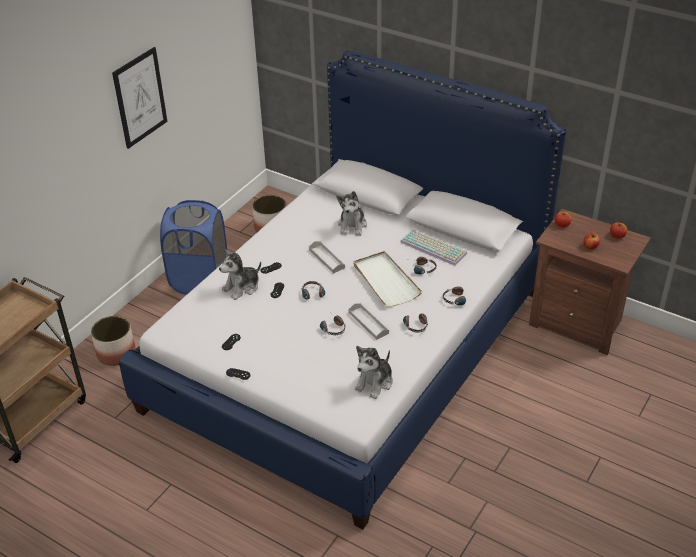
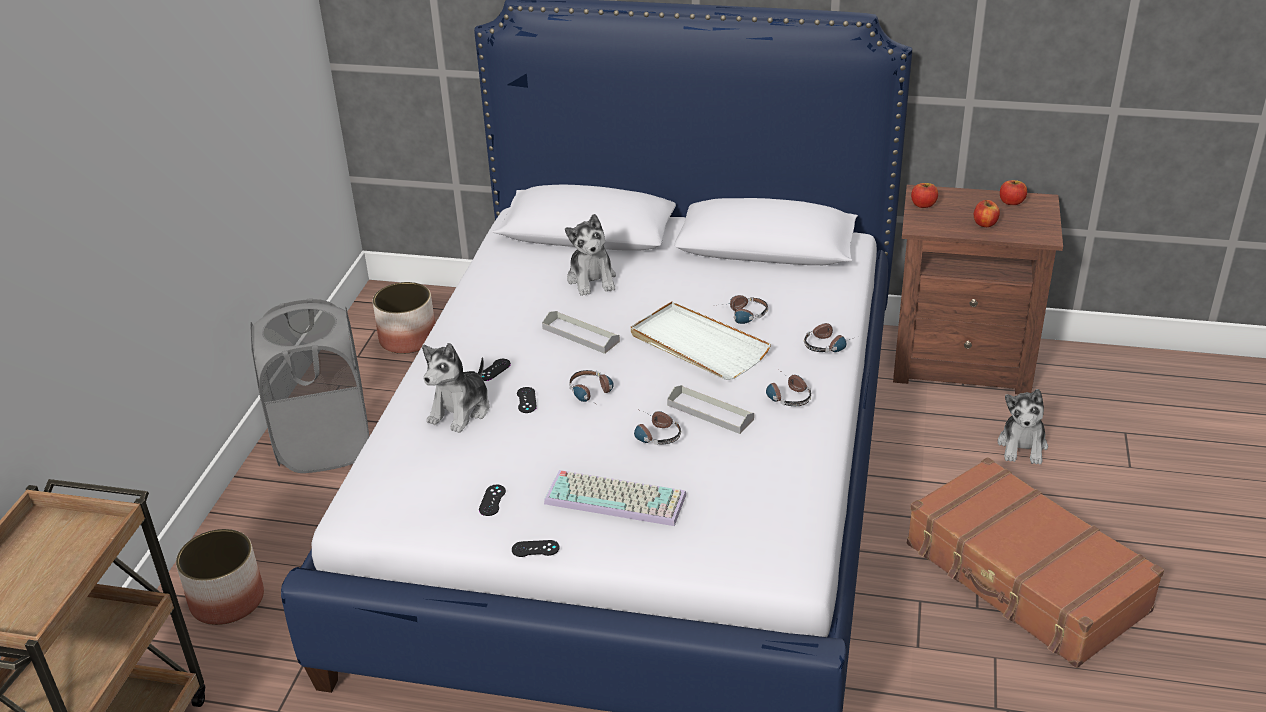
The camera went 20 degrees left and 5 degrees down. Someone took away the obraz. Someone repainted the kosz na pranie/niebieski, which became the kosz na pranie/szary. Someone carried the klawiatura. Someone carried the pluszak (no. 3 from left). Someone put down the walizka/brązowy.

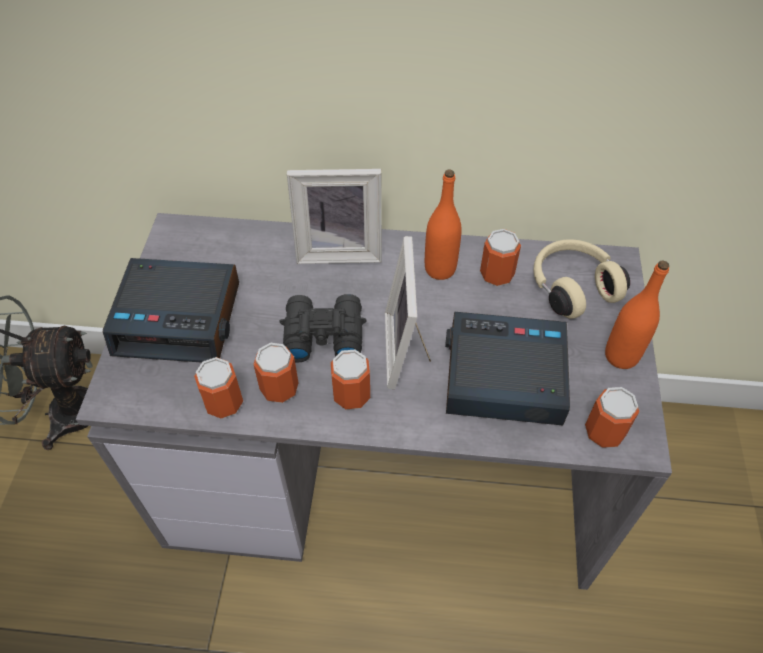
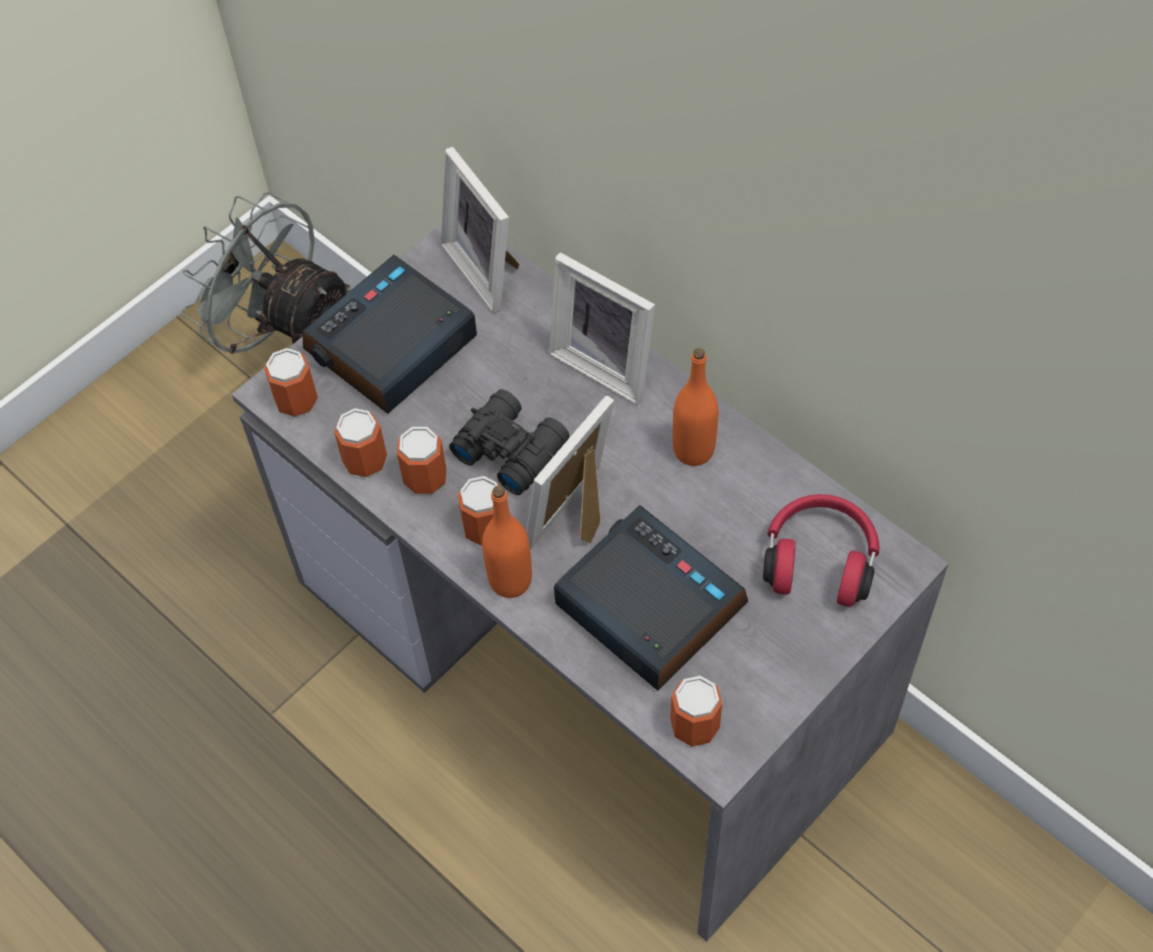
The camera went 40 degrees right and 5 degrees up. Someone carried the puszka (no. 4 from left in the first image). Someone repainted the słuchawki/beżowy, which became the słuchawki/czerwony. Someone rotated the budzik (no. 1 from left) by 90 degrees clockwise. Someone carried the butelka/pomarańczowy (no. 2 from left in the first image). Someone put down the ramka na zdjęcie (no. 1 from left).

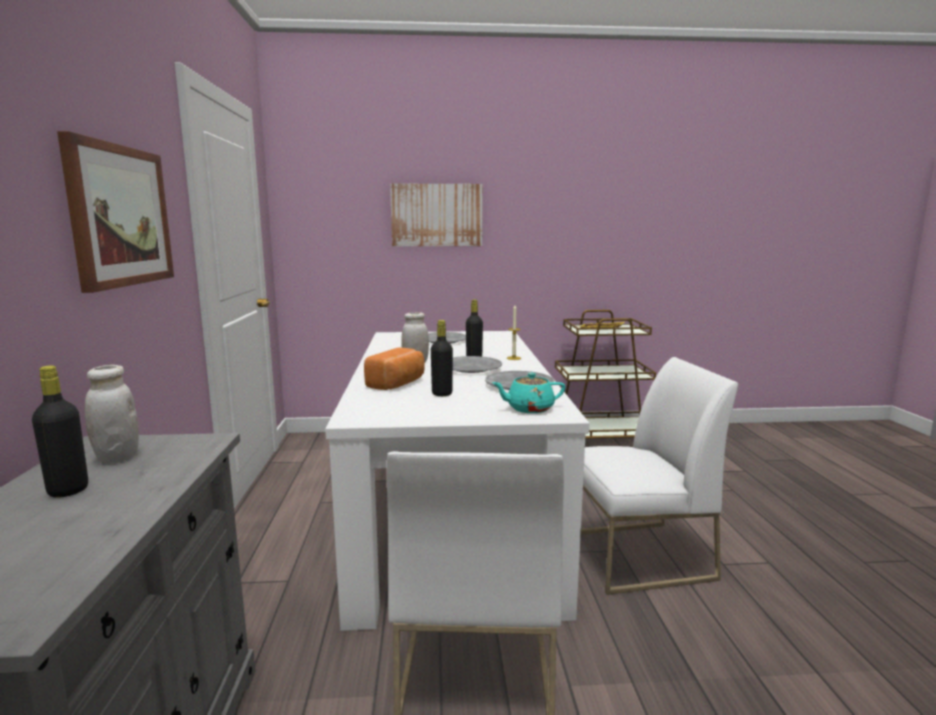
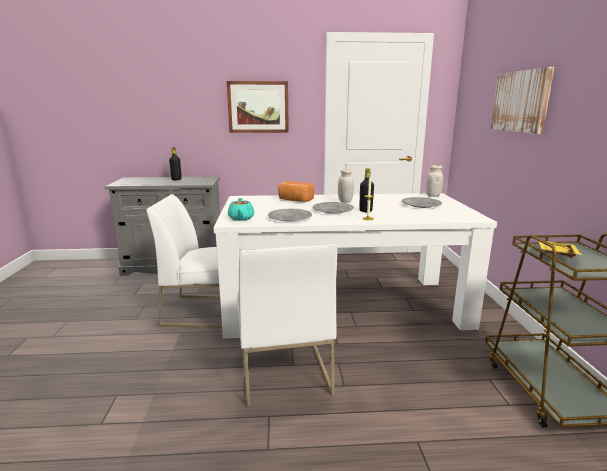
The camera went 90 degrees right and 5 degrees up. Someone took away the butelka/czarny (no. 2 from left). Someone carried the słoik/biały (no. 1 from left in the first image).

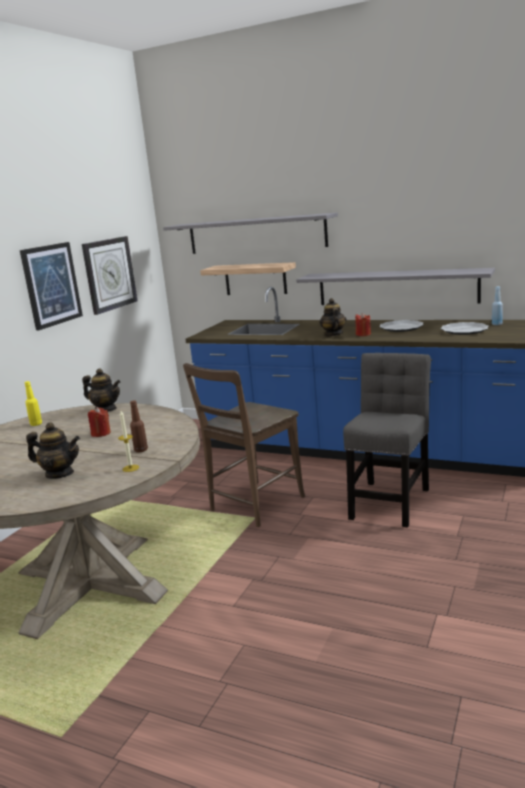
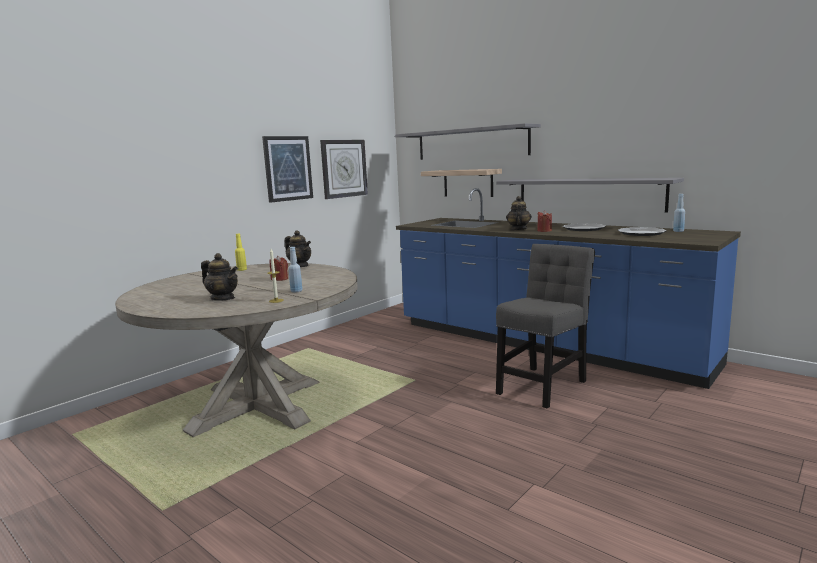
The camera went 15 degrees right and 5 degrees down. Someone took away the krzesło/brązowy. Someone repainted the butelka/brązowy, which became the butelka/niebieski (no. 1 from left).

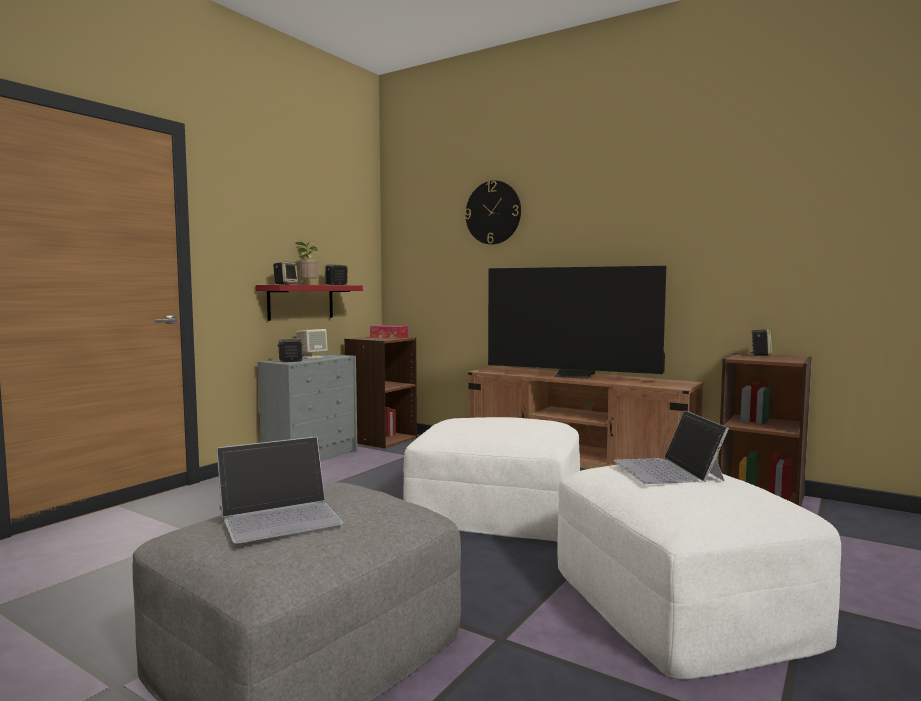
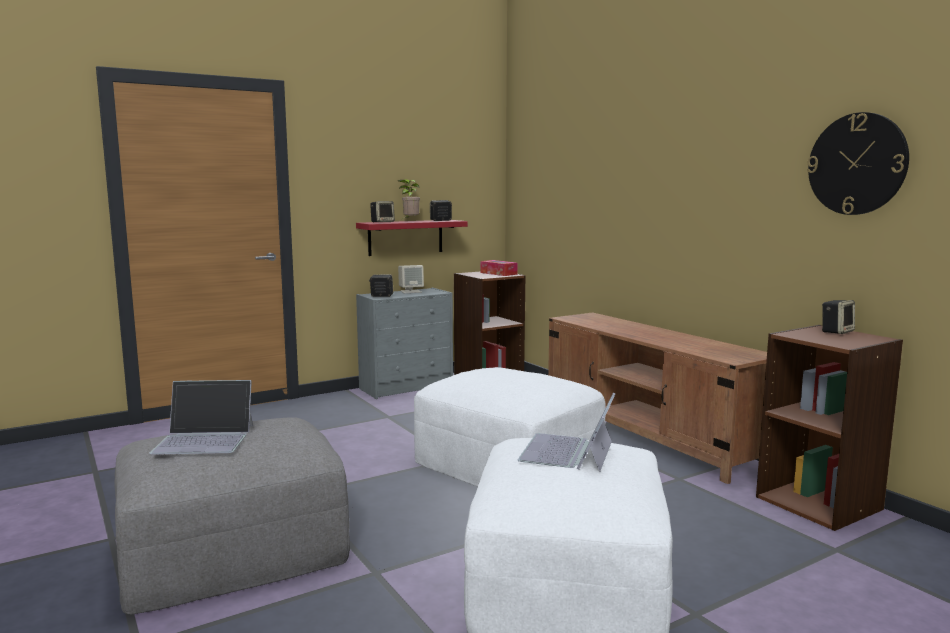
The camera went 25 degrees right and 5 degrees up. Someone carried the zegar ścienny. Someone took away the telewizor.

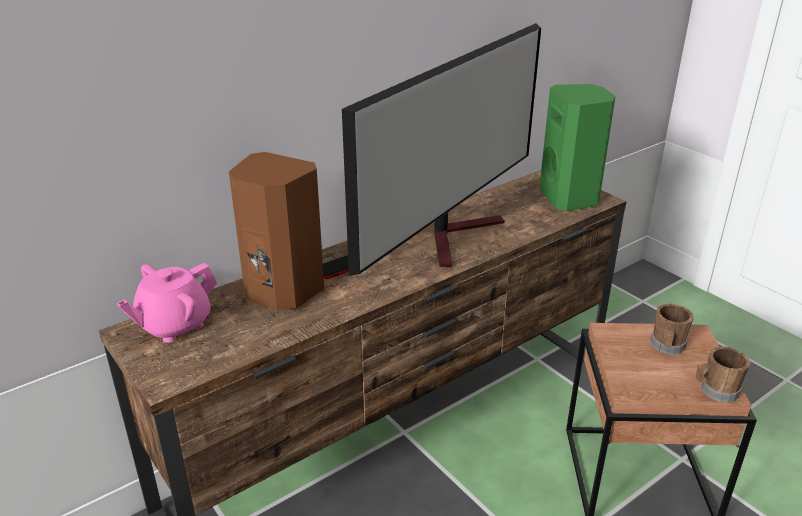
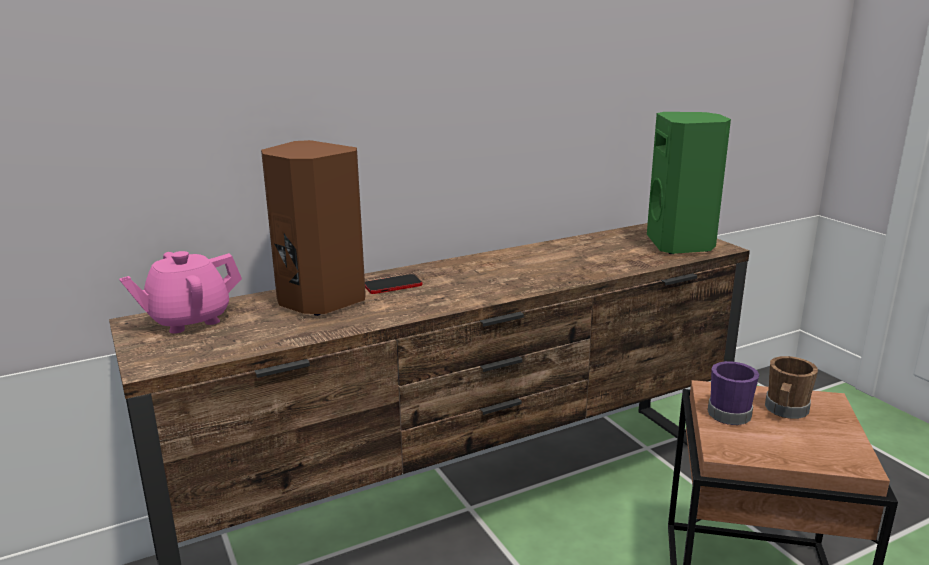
The camera went 10 degrees right and 10 degrees down. Someone took away the telewizor. Someone took away the kubek/brązowy (no. 2 from left). Someone put down the kubek/fioletowy.

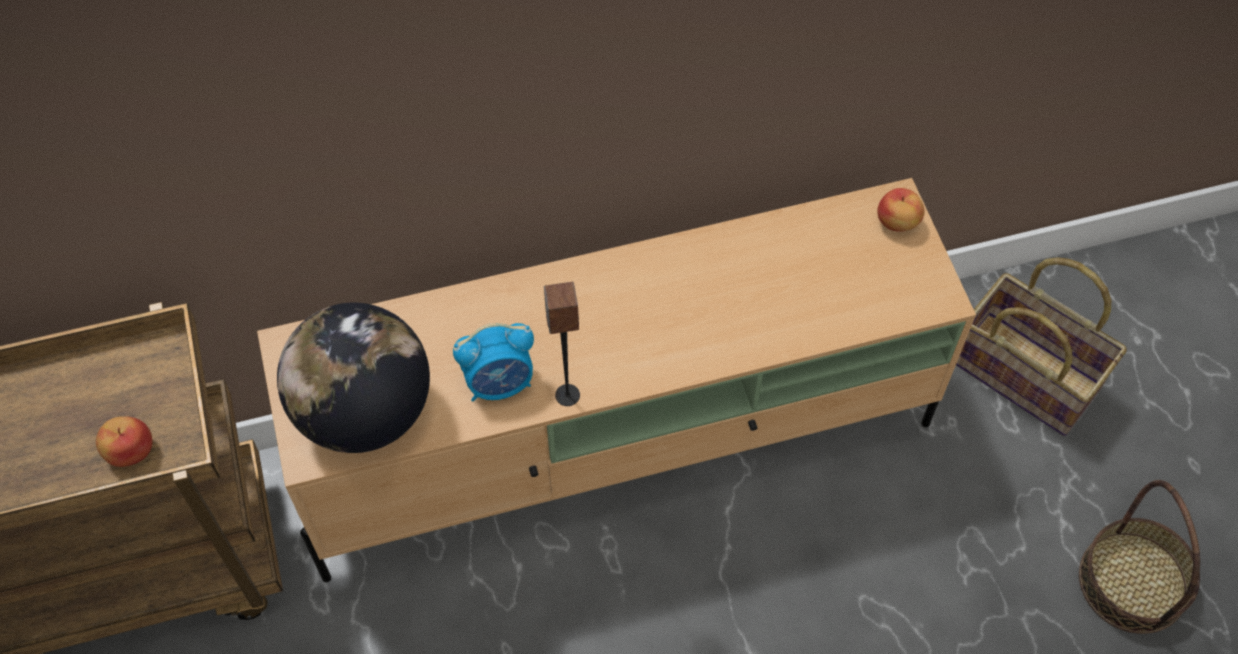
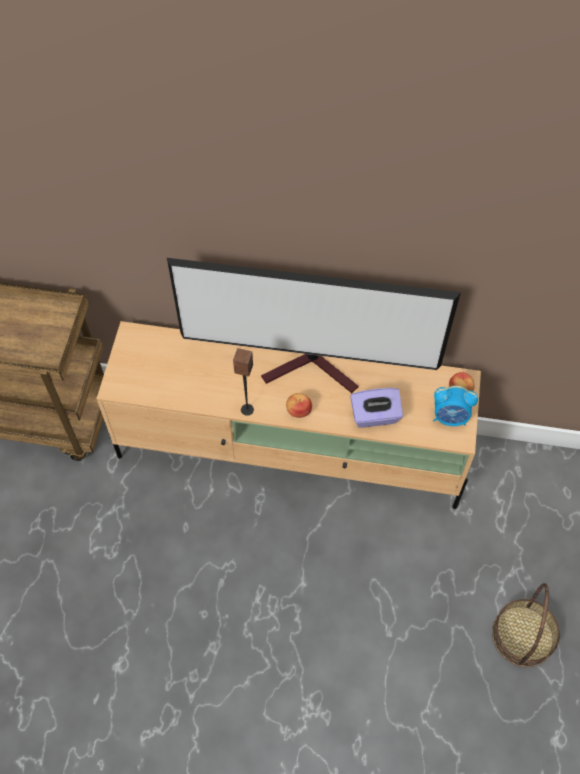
The camera went 25 degrees right and 0 degrees up. Someone took away the koszyk (no. 1 from left). Someone took away the globus. Someone carried the budzik. Someone carried the jabłko (no. 1 from left). Someone put down the telewizor. Someone put down the pudełko chusteczek/fioletowy.

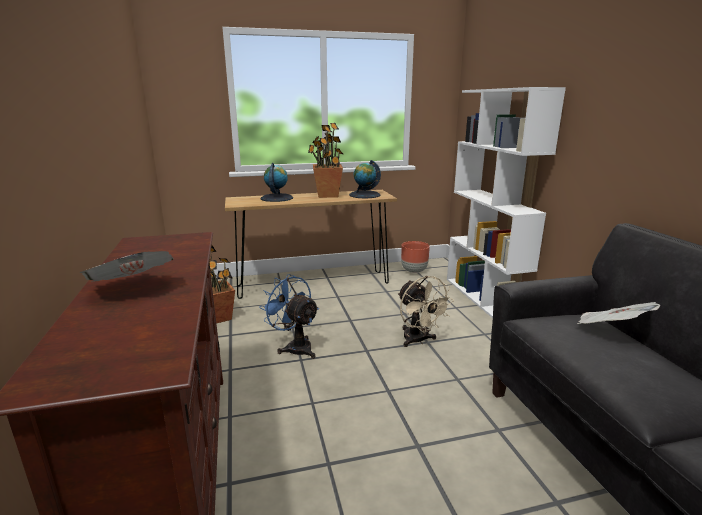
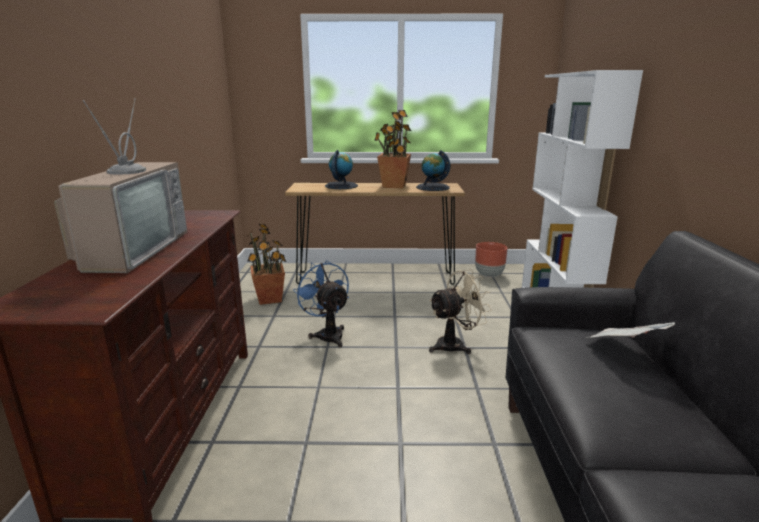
The camera went 15 degrees right and 0 degrees up. Someone swapped the gazeta (no. 1 from left) for the telewizor. Someone rotated the wentylator/beżowy by 105 degrees counterclockwise.

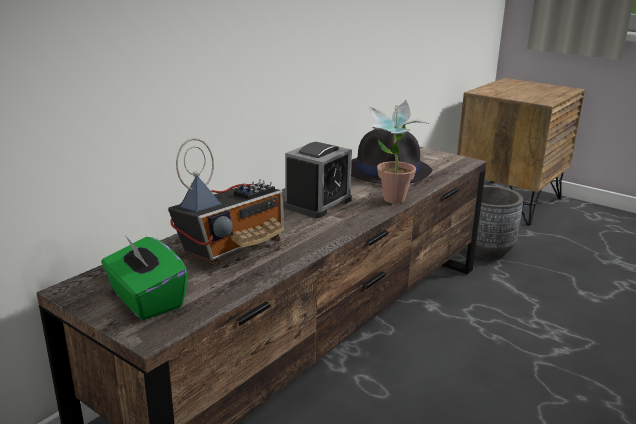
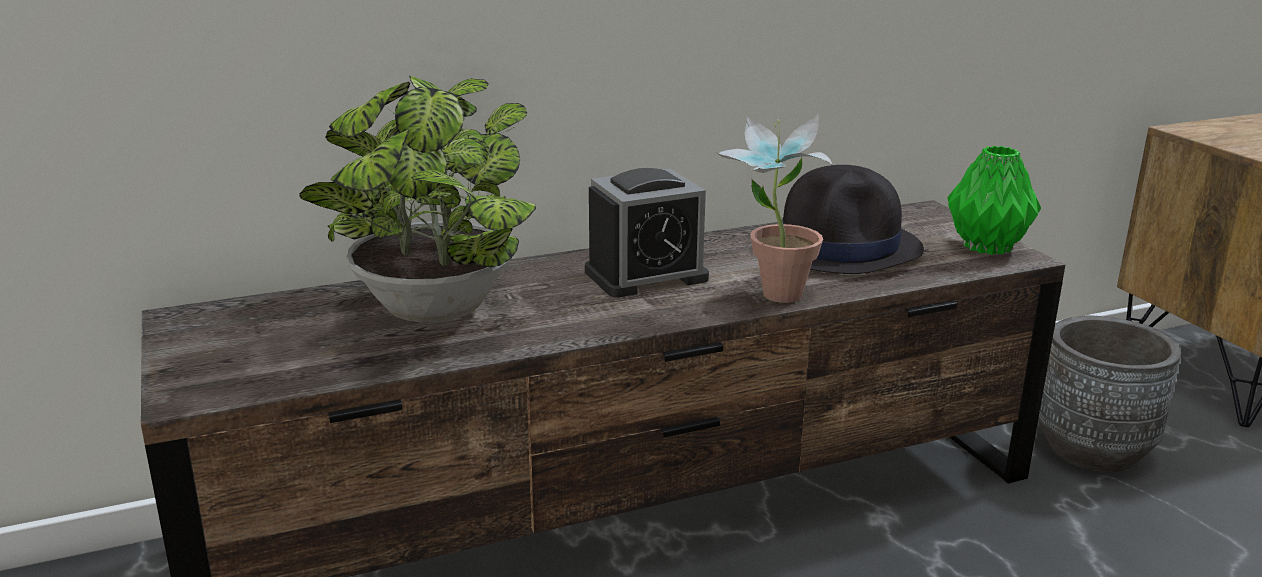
The camera went 30 degrees right and 0 degrees up. Someone swapped the radio for the roślina doniczkowa (no. 1 from left). Someone took away the pudełko chusteczek/zielony. Someone put down the wazon/zielony.

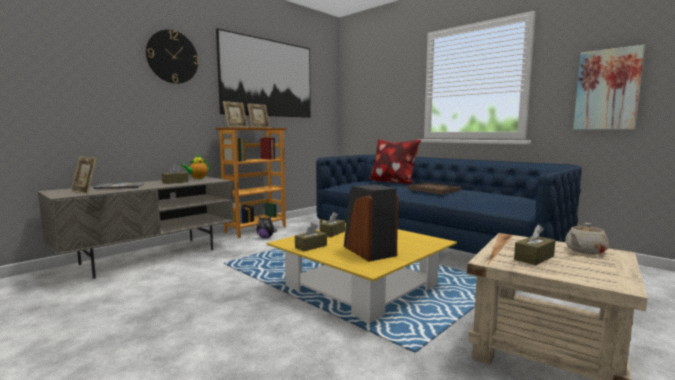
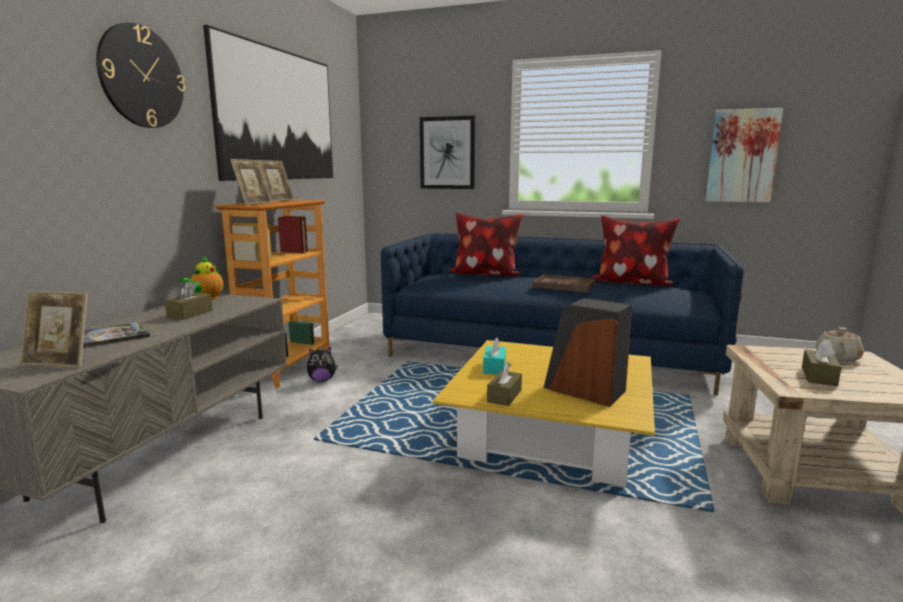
The camera went 25 degrees left and 5 degrees up. Someone repainted the pudełko chusteczek/brązowy (no. 3 from left), which became the pudełko chusteczek/turkusowy. Someone put up the obraz (no. 2 from left). Someone put down the poduszka (no. 2 from left).

